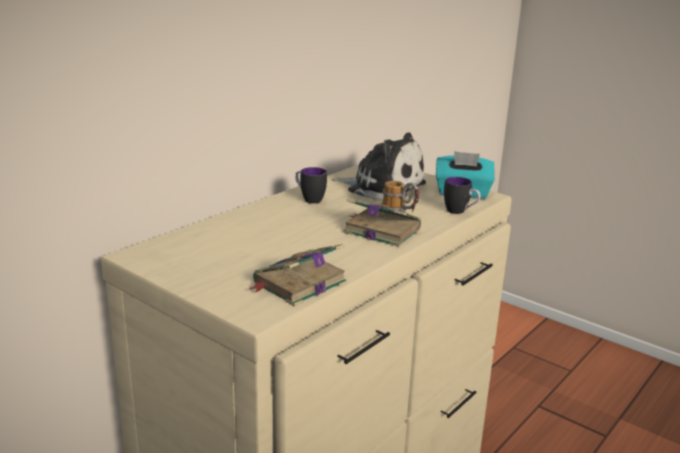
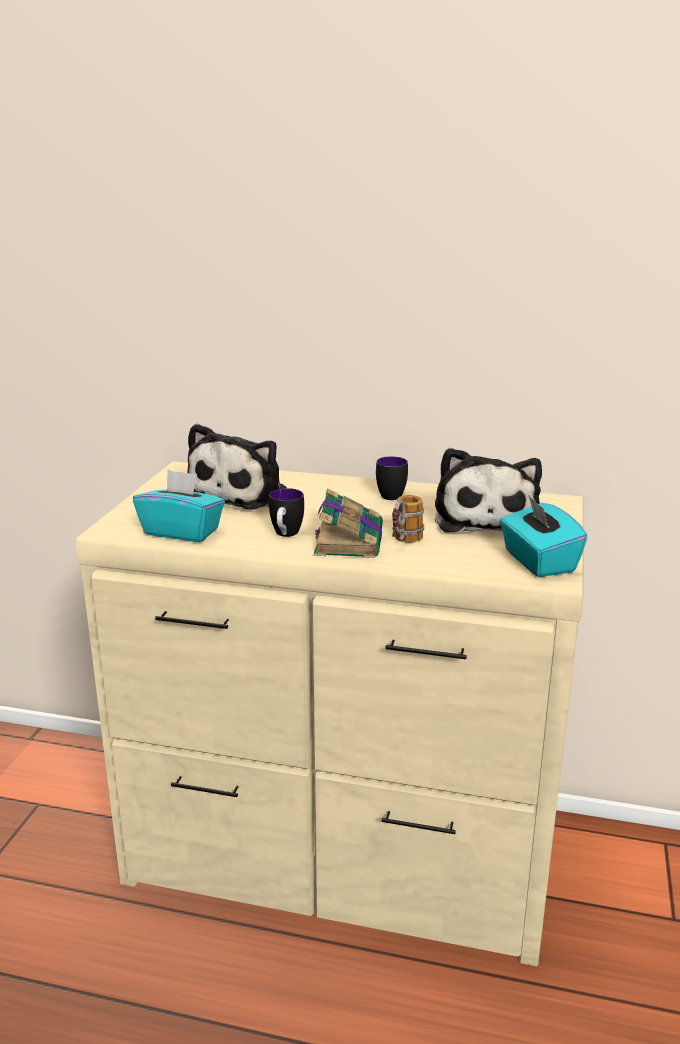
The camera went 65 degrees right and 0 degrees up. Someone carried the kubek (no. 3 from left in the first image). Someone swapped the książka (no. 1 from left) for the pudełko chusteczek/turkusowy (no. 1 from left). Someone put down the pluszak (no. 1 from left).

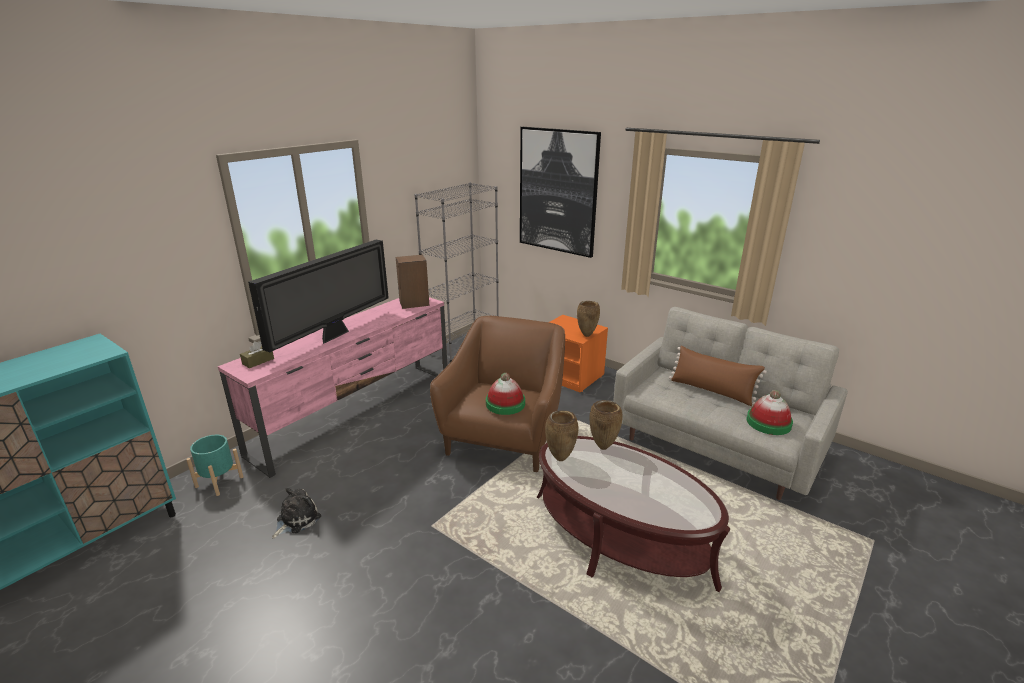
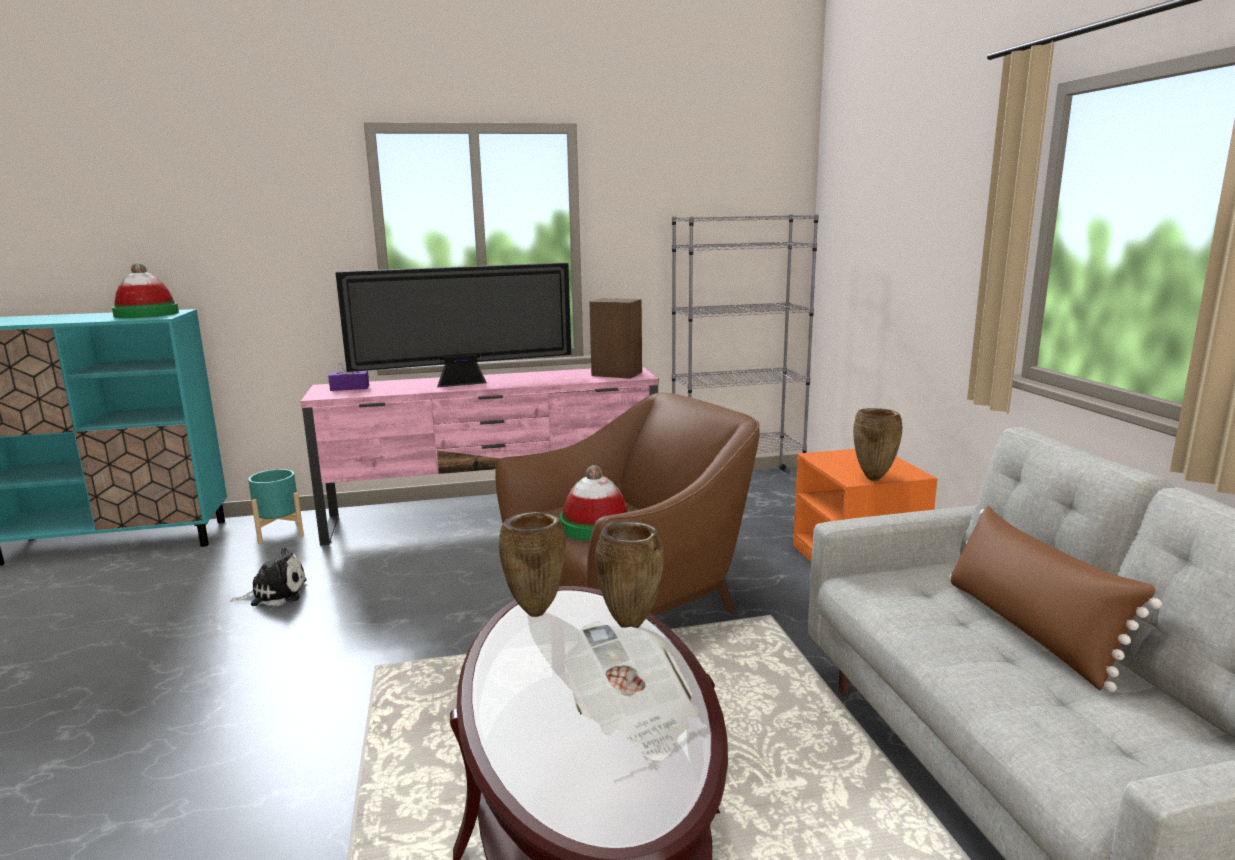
The camera went 40 degrees right and 10 degrees down. Someone took away the obraz. Someone repainted the pudełko chusteczek/brązowy, which became the pudełko chusteczek/fioletowy. Someone carried the kapelusz (no. 2 from left in the first image). Someone put down the gazeta.

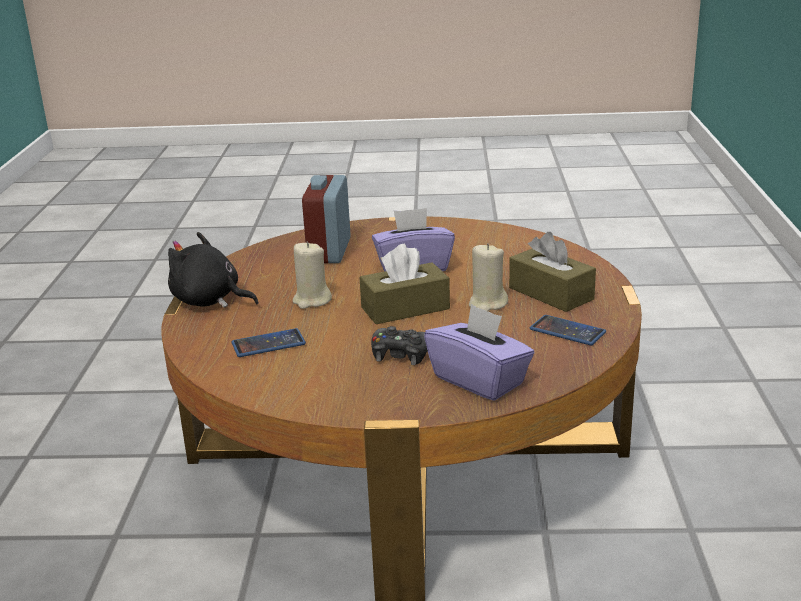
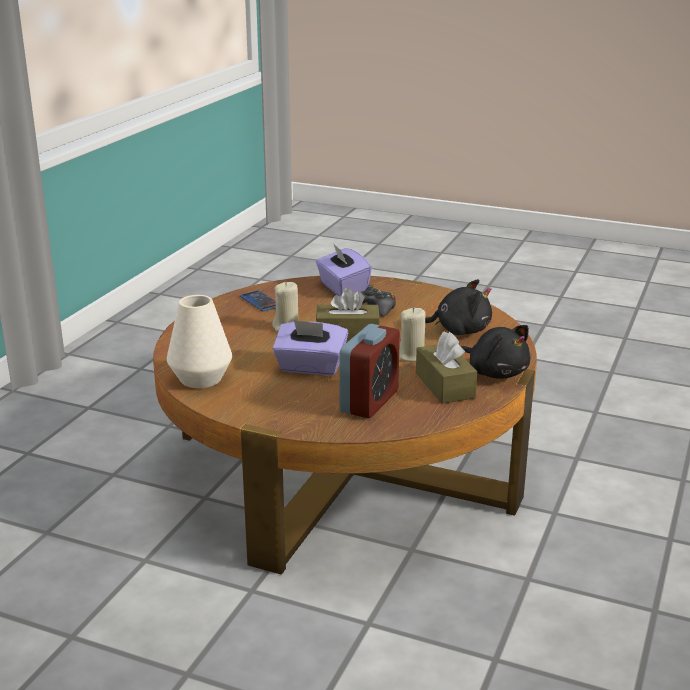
The camera went 160 degrees left and 0 degrees up. Someone carried the pudełko chusteczek/brązowy (no. 2 from left). Someone swapped the telefon (no. 1 from left) for the pluszak/czarny (no. 1 from left). Someone put down the wazon/biały.

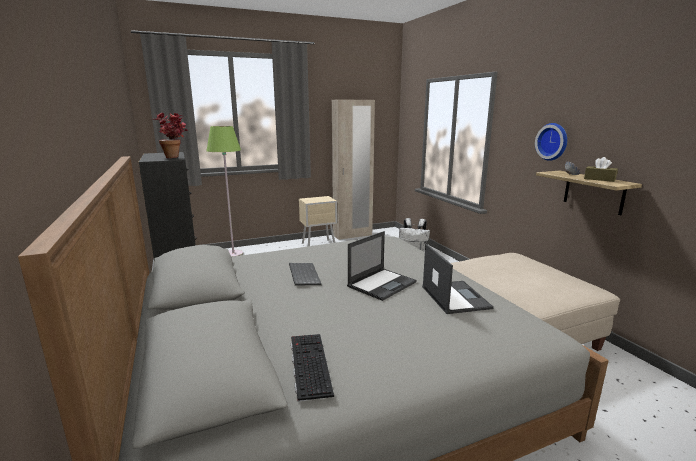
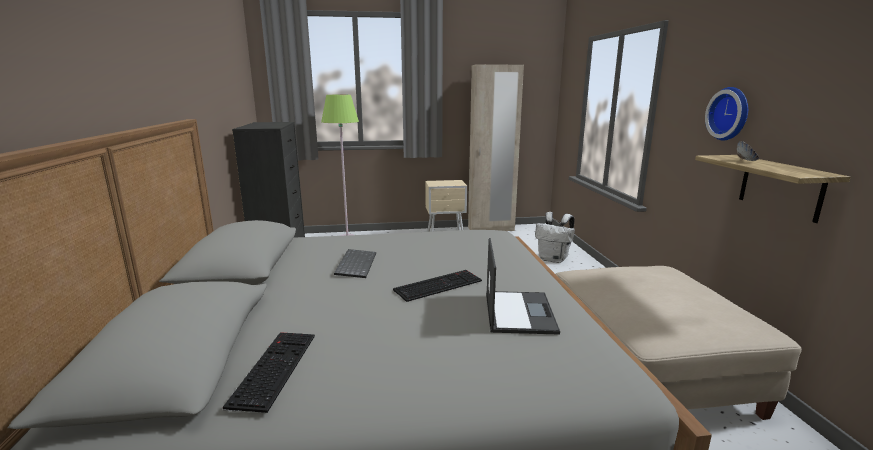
The camera went 15 degrees right and 0 degrees up. Someone took away the roślina doniczkowa. Someone took away the pudełko chusteczek/brązowy. Someone swapped the laptop (no. 1 from left) for the klawiatura (no. 3 from left).

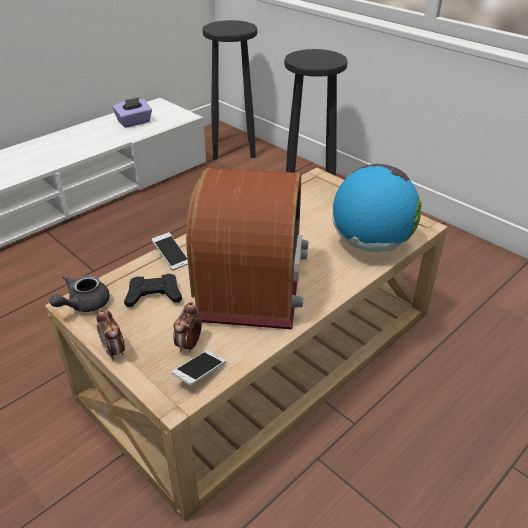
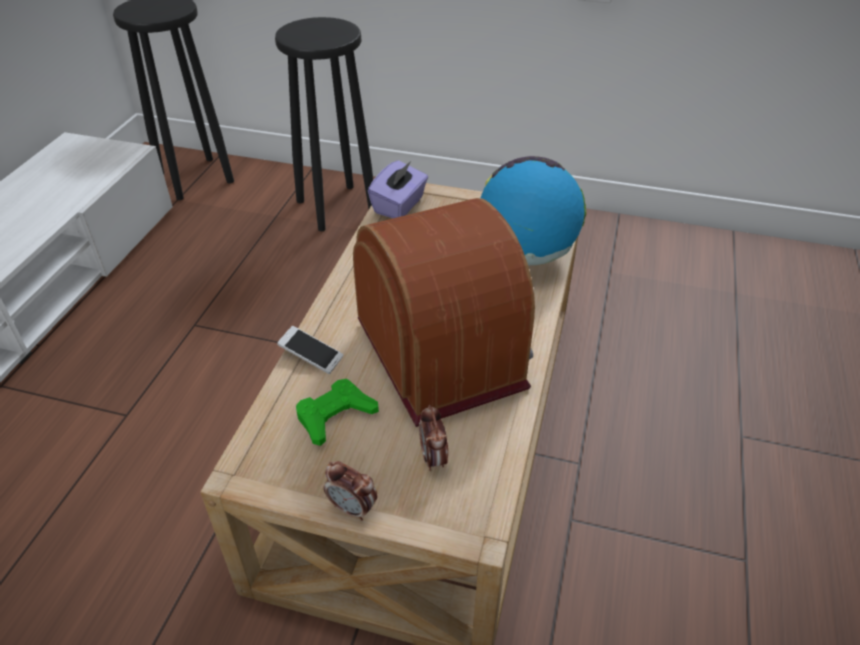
The camera went 30 degrees left and 5 degrees up. Someone carried the pudełko chusteczek/fioletowy. Someone repainted the pad do gier/czarny, which became the pad do gier/zielony. Someone took away the imbryk/szary. Someone took away the telefon (no. 2 from left).

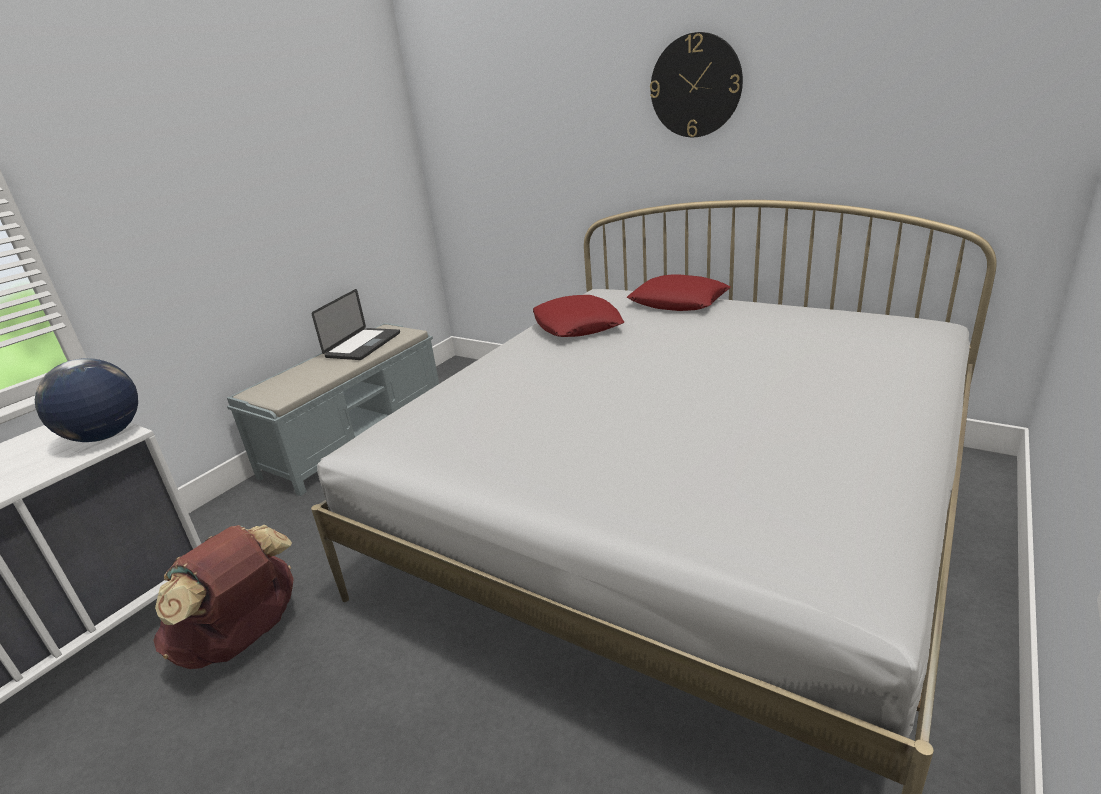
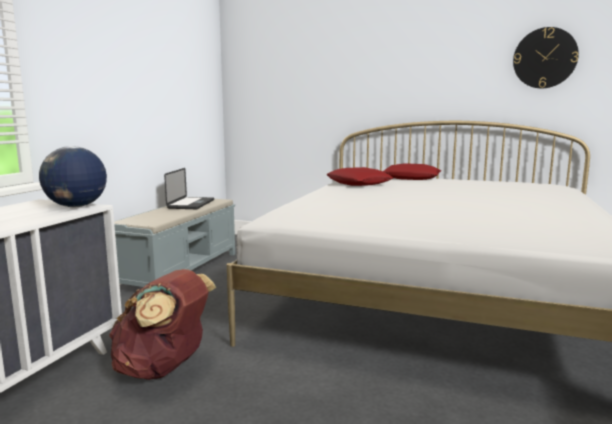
The camera went 15 degrees left and 15 degrees down. Someone carried the zegar ścienny.

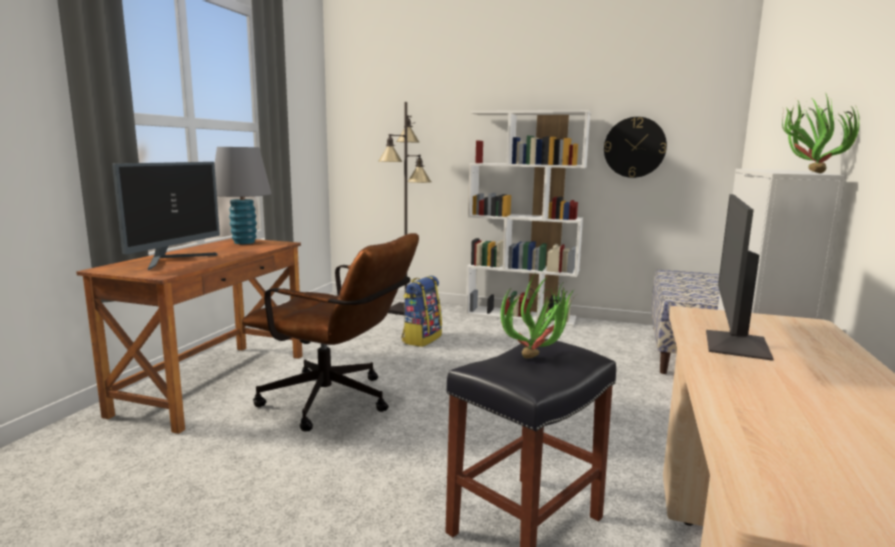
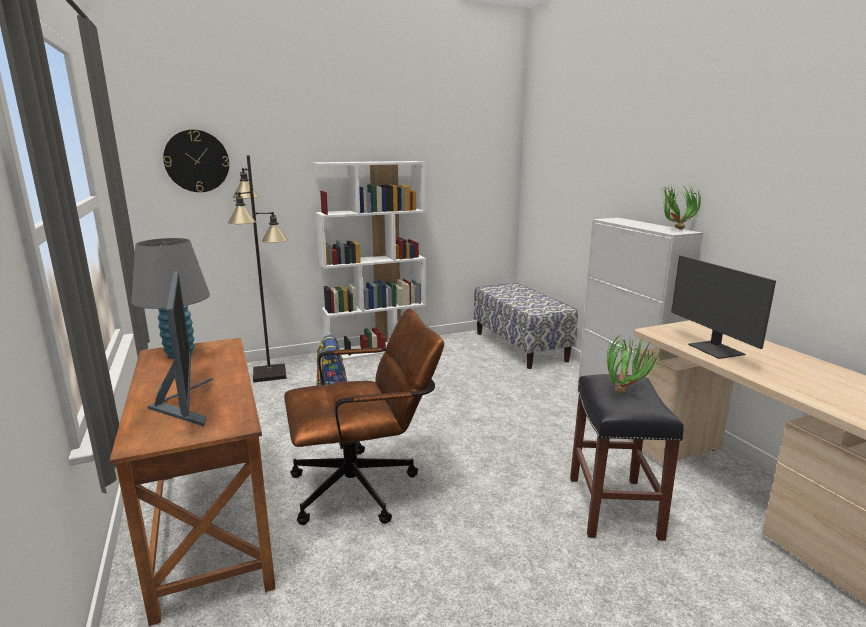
The camera went 40 degrees left and 5 degrees up. Someone carried the zegar ścienny.

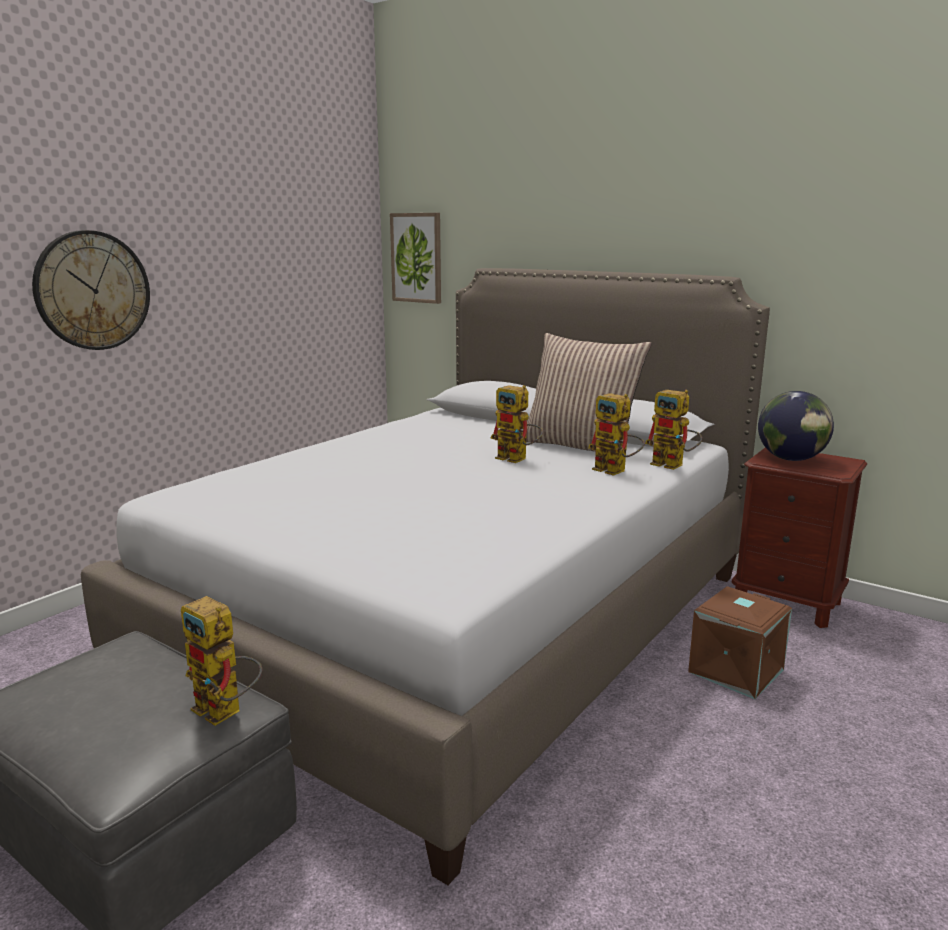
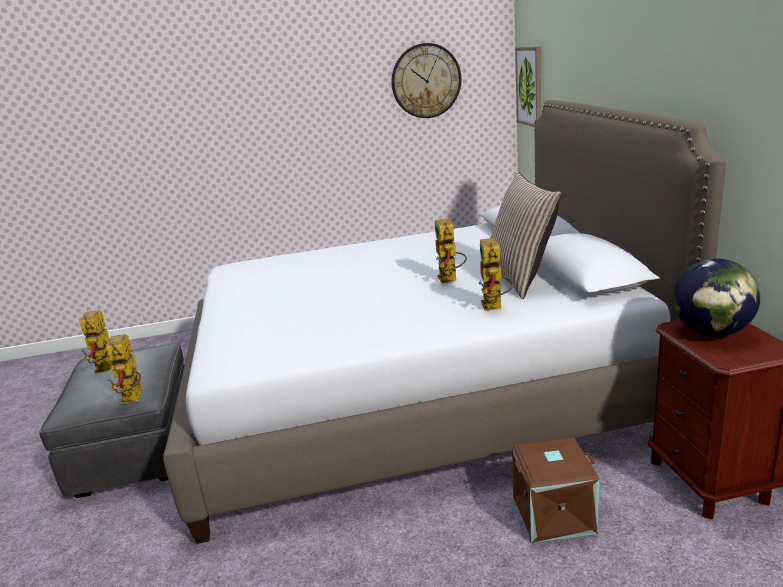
The camera went 45 degrees right and 5 degrees up. Someone carried the zegar ścienny. Someone carried the robot zabawkowy (no. 4 from left in the first image).

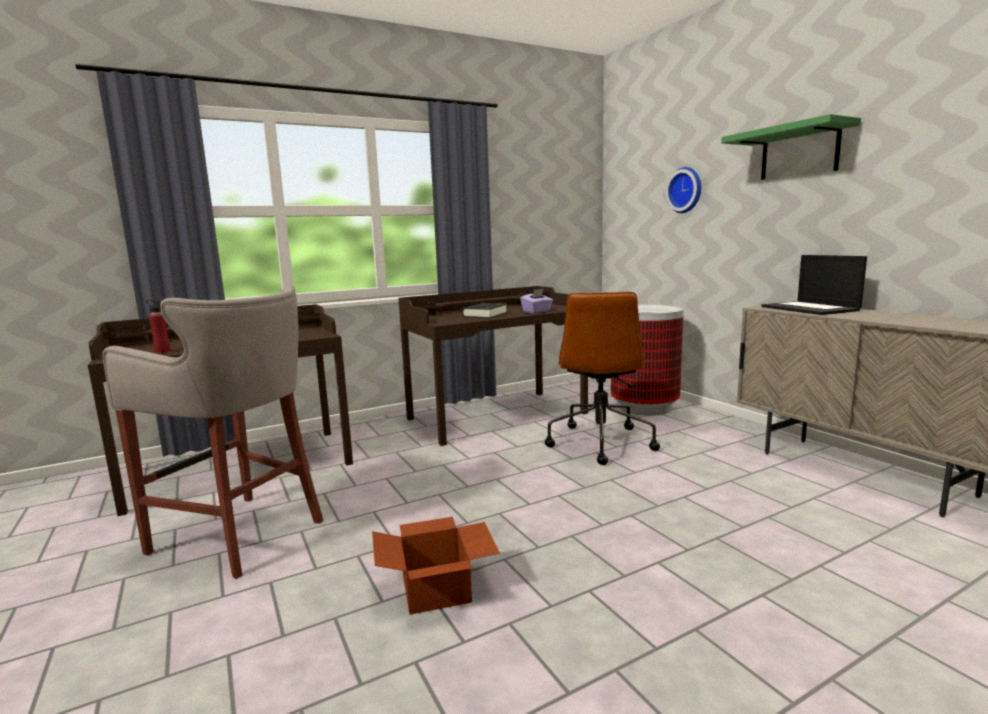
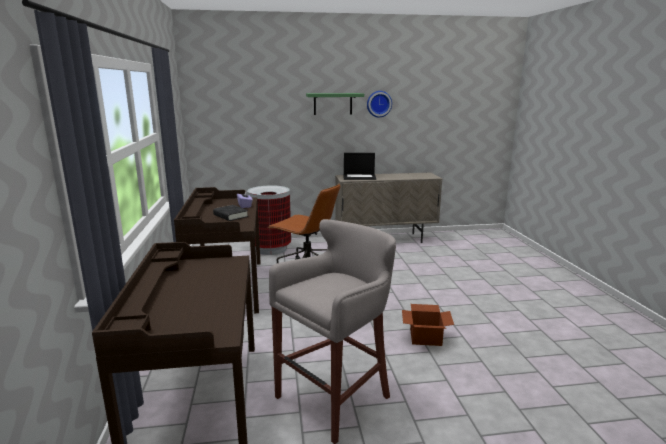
The camera went 70 degrees left and 5 degrees up. Someone carried the zegar ścienny. Someone took away the butelka/czerwony.

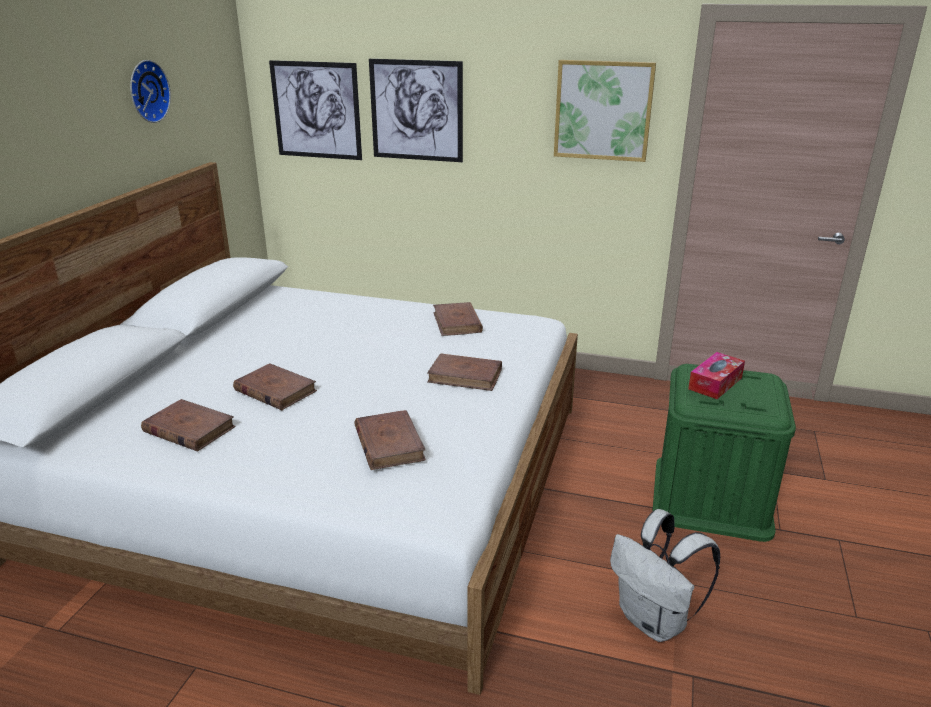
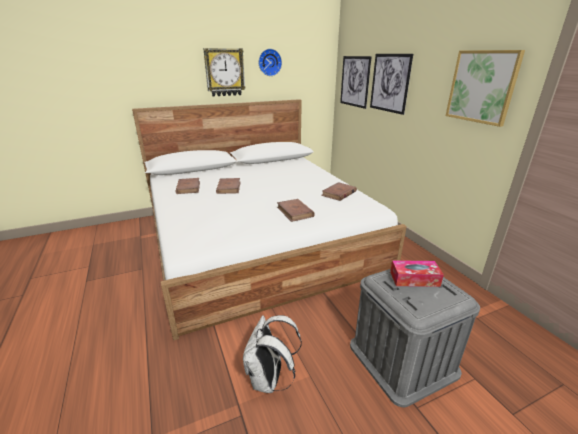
The camera went 50 degrees right and 0 degrees up. Someone repainted the pojemnik do przechowywania/zielony, which became the pojemnik do przechowywania/szary. Someone took away the książka/brązowy (no. 3 from left). Someone put up the zegar ścienny (no. 1 from left).

